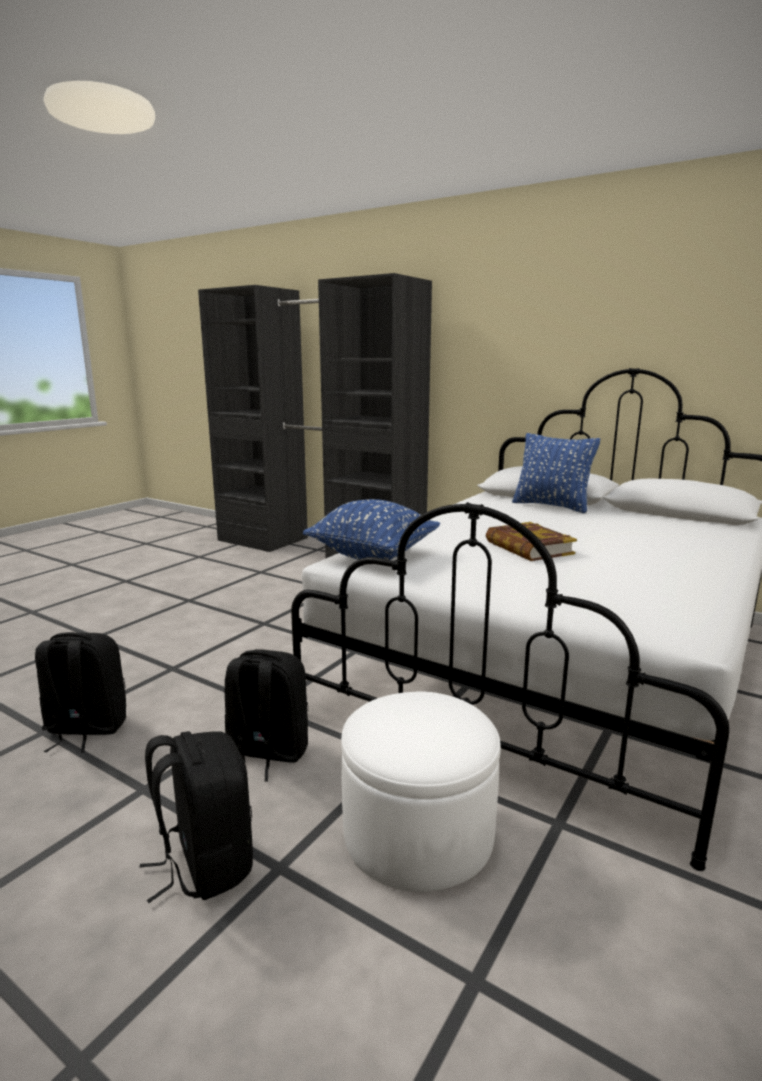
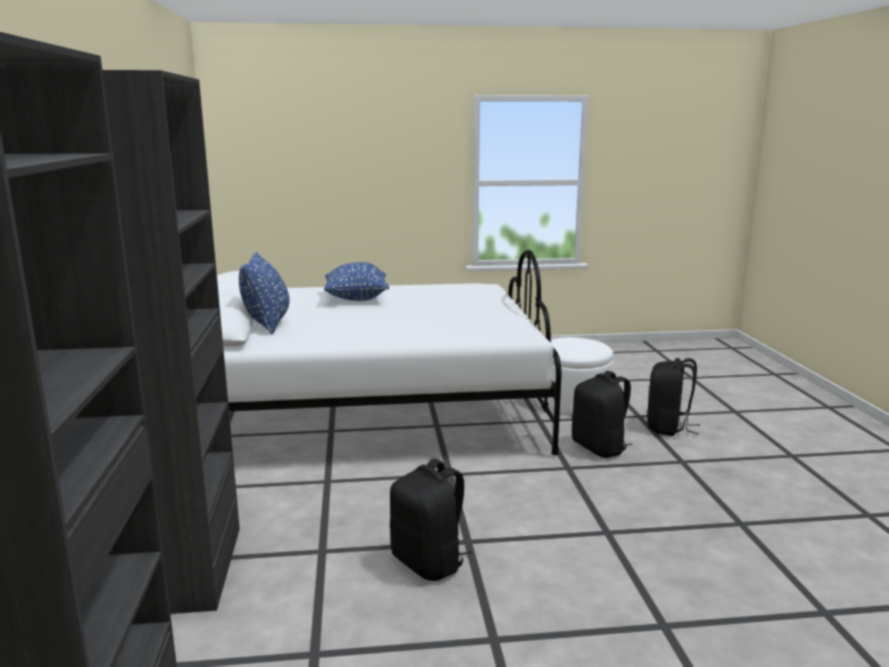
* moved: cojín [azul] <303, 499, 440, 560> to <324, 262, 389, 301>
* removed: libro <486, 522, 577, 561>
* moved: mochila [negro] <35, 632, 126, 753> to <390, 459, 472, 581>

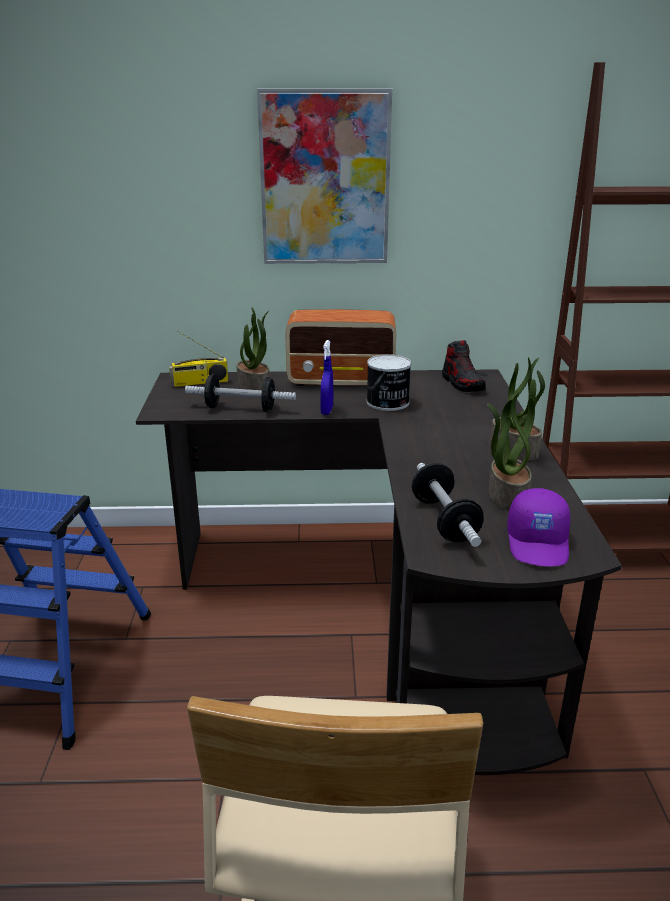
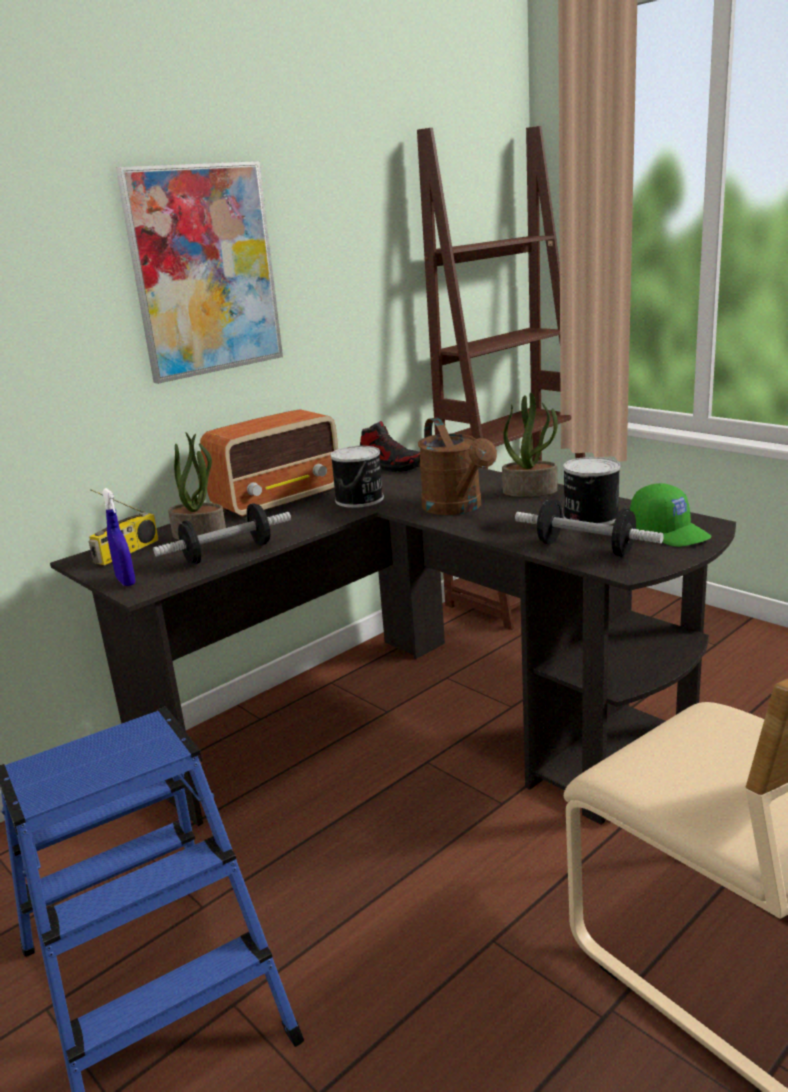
* moved: pulverizador [azul] <320, 340, 333, 415> to <102, 488, 136, 586>
* replaced: planta en maceta <487, 392, 535, 511> to lata <563, 457, 620, 525>
* recoloured: gorra [morado] <507, 488, 570, 566> to gorra [verde] <630, 483, 711, 547>
* added: regadera [marrón] <418, 417, 497, 515>

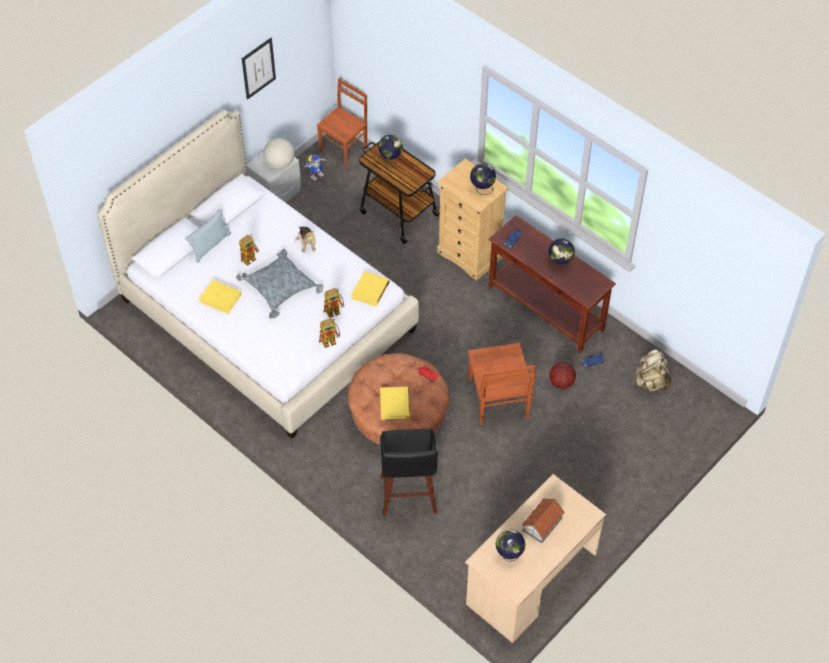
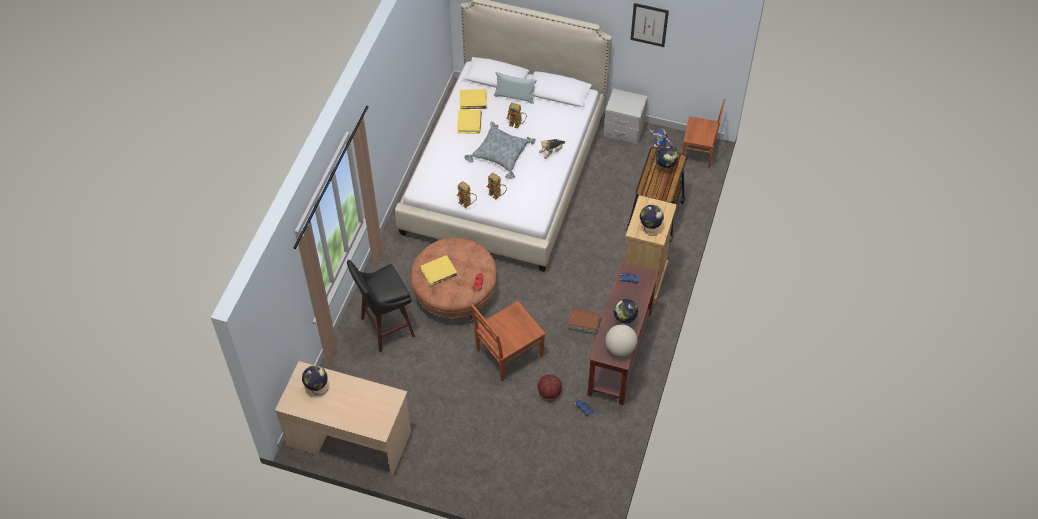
* moved: globo terráqueo <263, 138, 294, 169> to <606, 324, 637, 356>
* moved: libro [amarillo] <351, 271, 390, 306> to <460, 89, 487, 109>
* removed: mochila [beis] <633, 349, 672, 392>
* moved: casita <522, 499, 564, 543> to <568, 308, 601, 335>

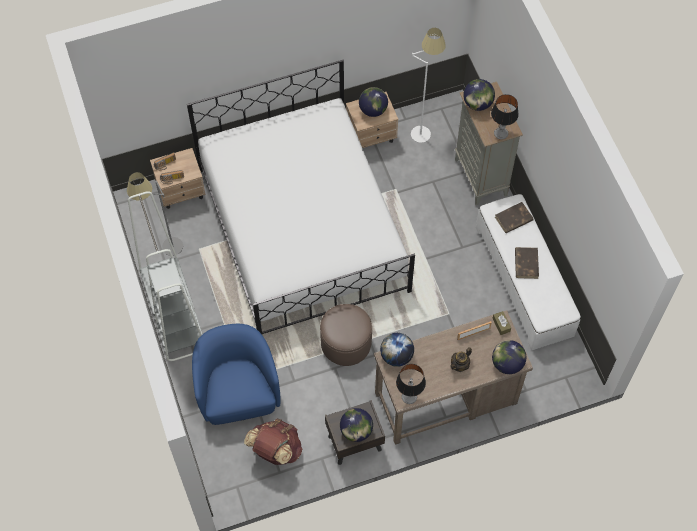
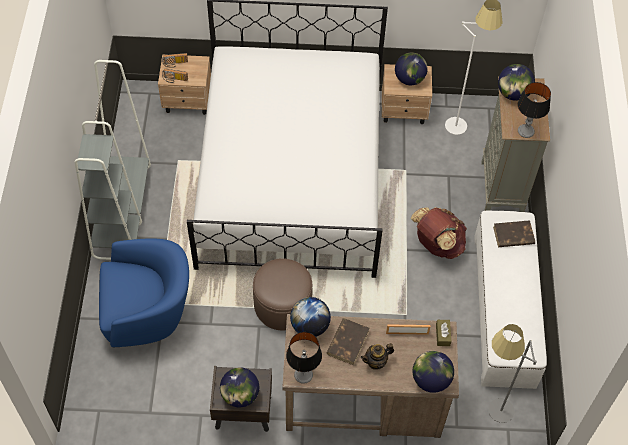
* moved: lámpara de pie [gris] <127, 172, 183, 256> to <488, 324, 537, 423>
* moved: libro [marrón] <515, 247, 539, 279> to <327, 318, 370, 365>
* turned: sillón [azul] <192, 324, 280, 425> = <99, 238, 189, 347> 75 degrees clockwise
* moved: mochila [marrón] <244, 419, 302, 465> to <411, 207, 467, 259>

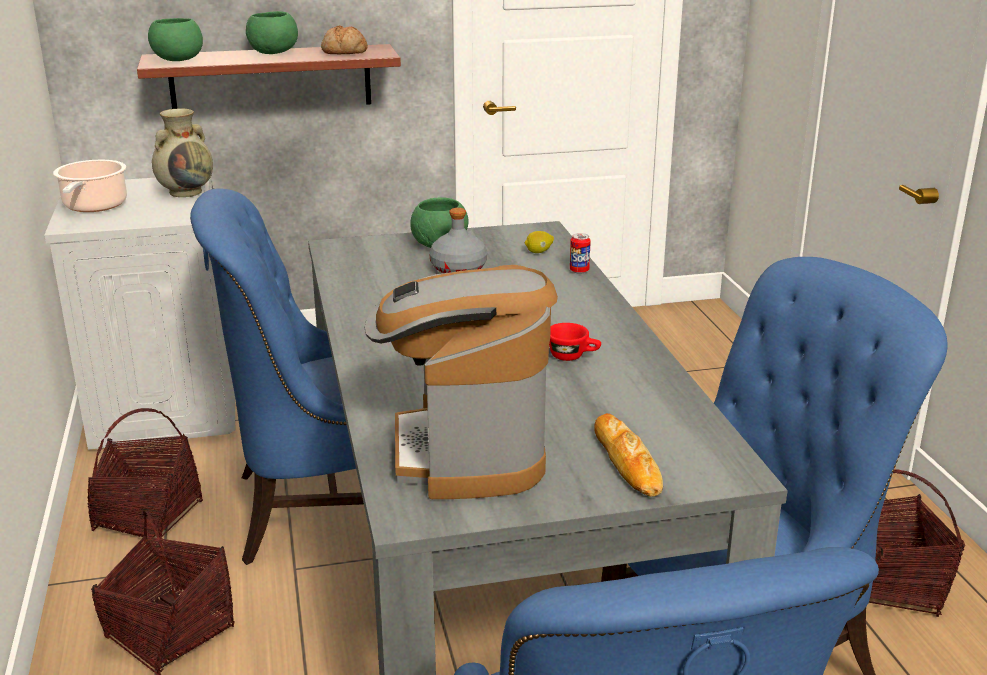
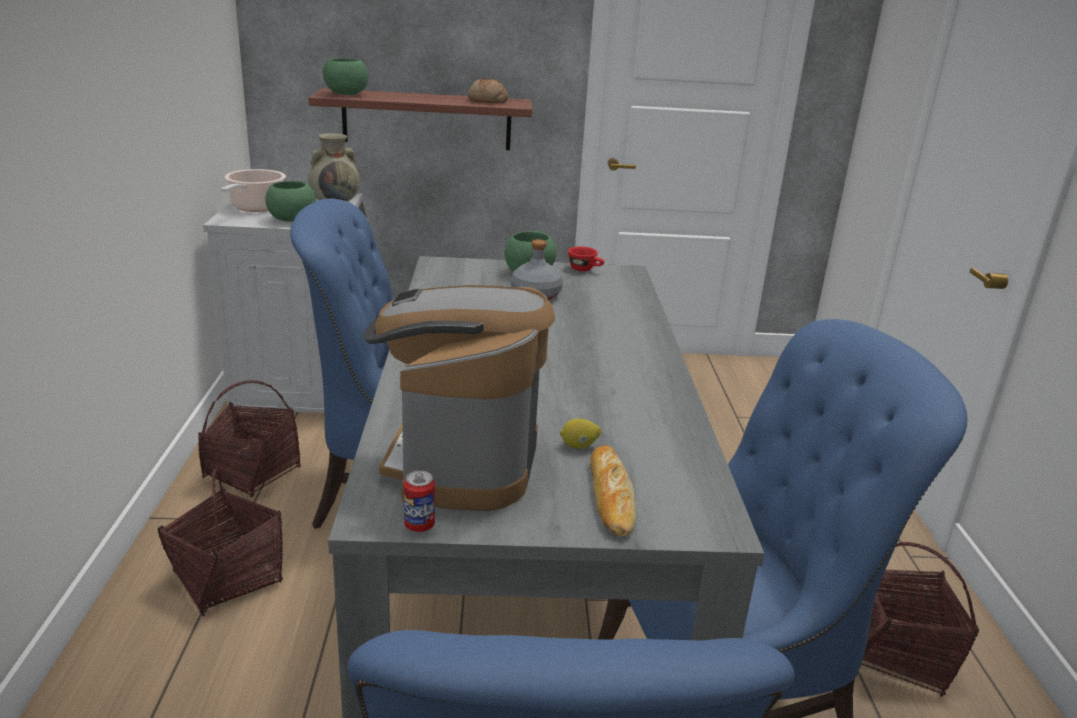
* moved: cuenco [verde] <246, 11, 298, 54> to <265, 181, 316, 222>
* moved: limón <525, 231, 554, 253> to <560, 419, 601, 449>
* moved: lata <570, 233, 591, 274> to <404, 471, 435, 532>
* moved: taza [rojo] <549, 323, 601, 361> to <568, 246, 604, 271>

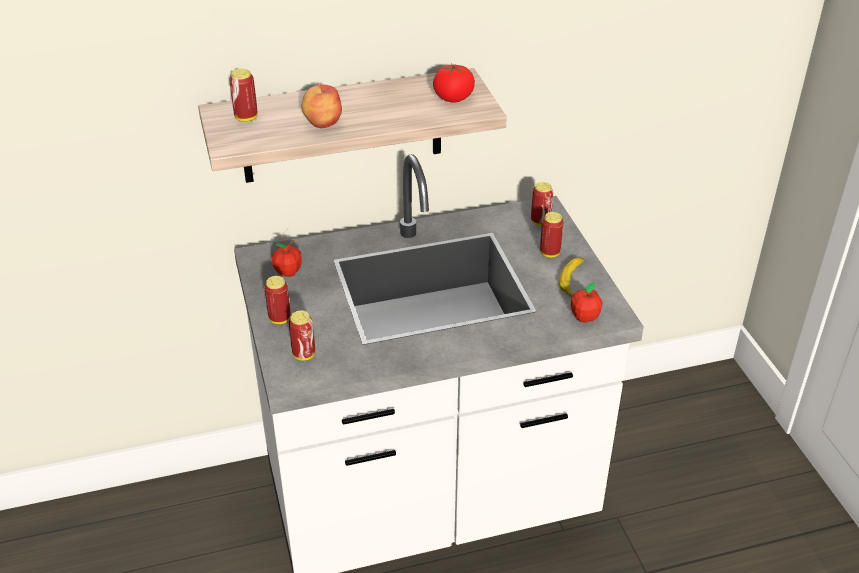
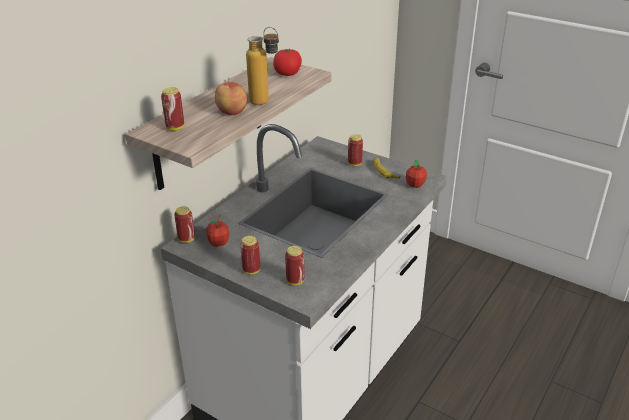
* moved: lata <531, 182, 553, 226> to <174, 206, 195, 243>
* added: botella <246, 27, 279, 105>

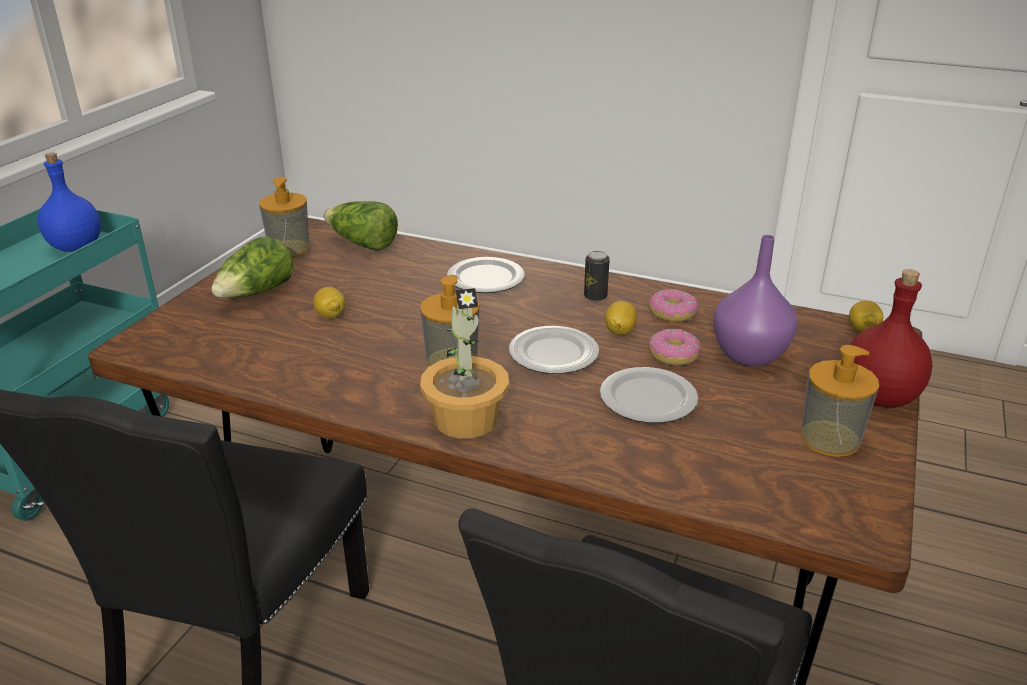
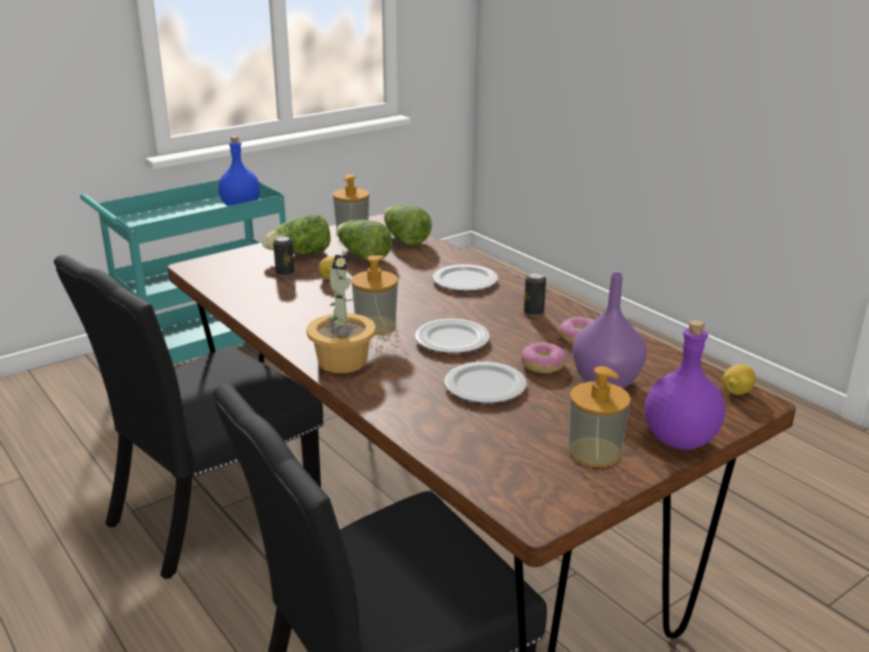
* recoloured: botella [rojo] <850, 269, 932, 407> to botella [morado] <645, 320, 725, 450>
* removed: limón <605, 301, 637, 335>
* added: lechuga <336, 220, 392, 262>
* added: lata <273, 236, 294, 276>

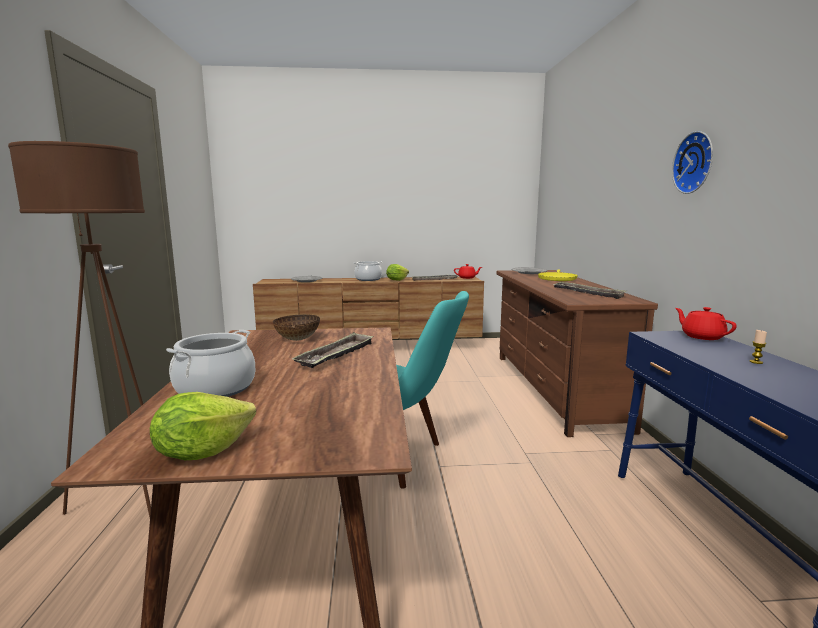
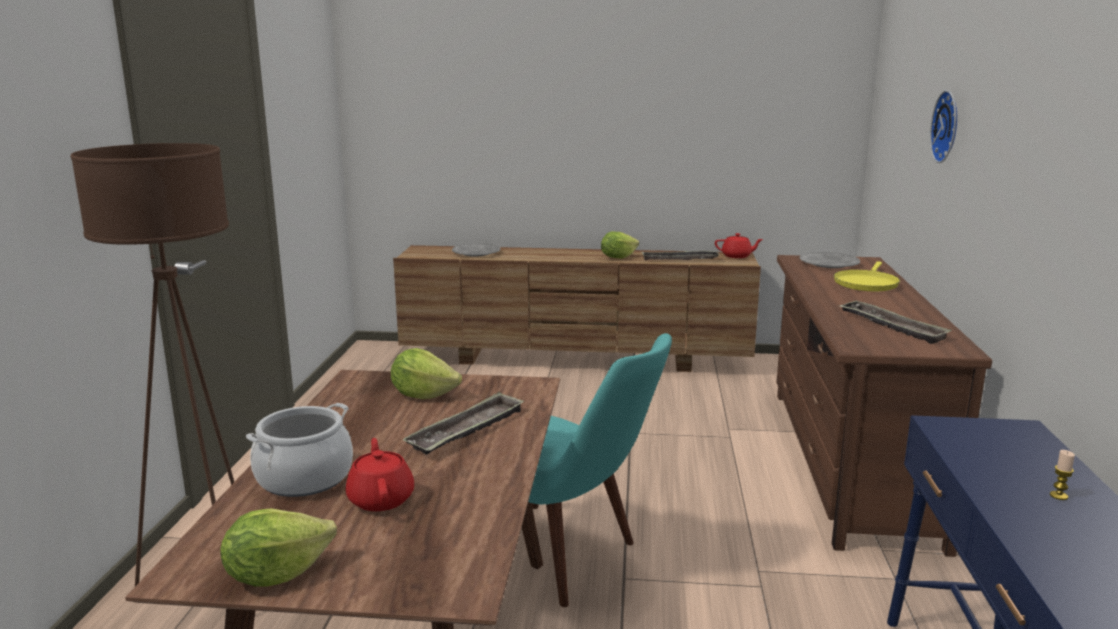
* moved: reloj de pared <672, 131, 713, 194> to <930, 90, 957, 163>
* removed: olla <353, 261, 383, 281>
* moved: tetera [rojo] <675, 307, 737, 340> to <345, 438, 414, 511>
* replaced: cuenco <272, 314, 320, 341> to lechuga <391, 348, 462, 399>

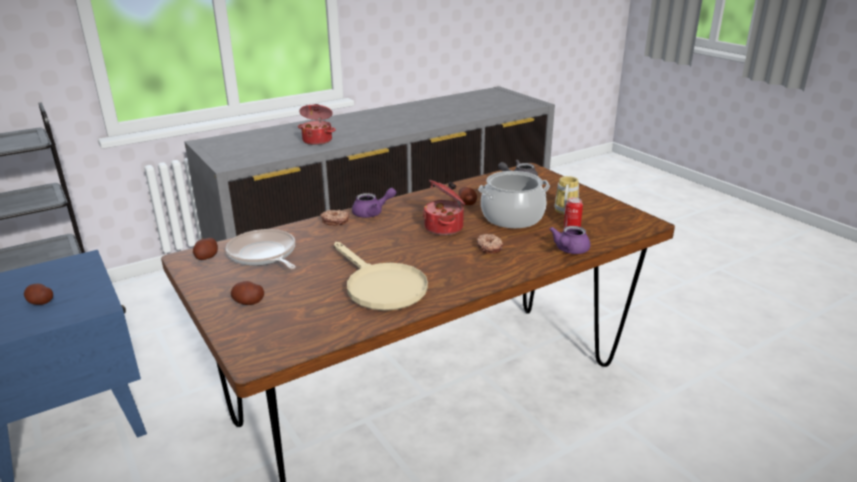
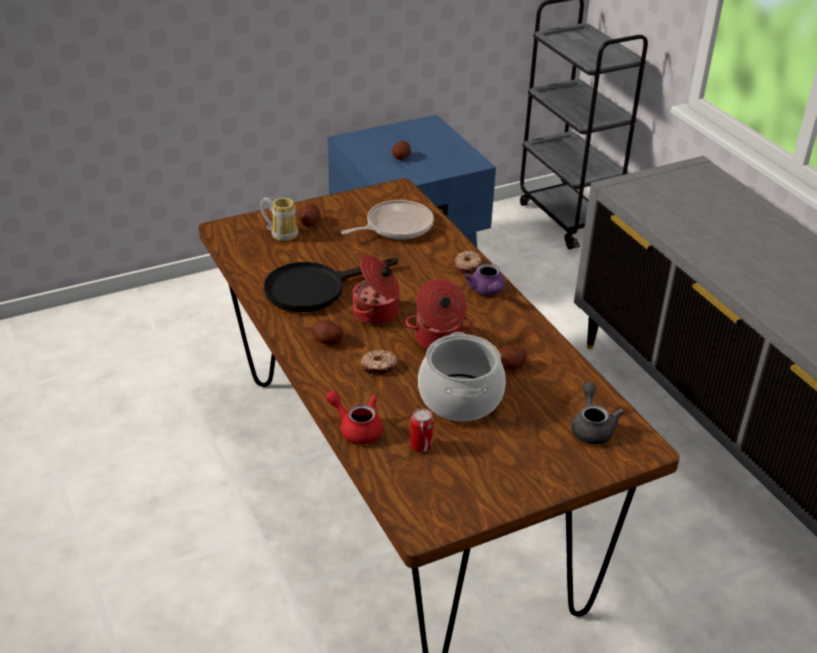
* moved: olla <298, 104, 336, 145> to <352, 255, 399, 325>
* moved: taza grande <554, 176, 579, 215> to <260, 198, 298, 241>
* recoloured: tetera [morado] <549, 226, 591, 254> to tetera [rojo] <326, 391, 383, 444>
* moved: patata <193, 238, 218, 260> to <312, 320, 344, 345>
* recoloured: sartén [beis] <334, 242, 428, 311> to sartén [negro] <264, 258, 398, 312>

